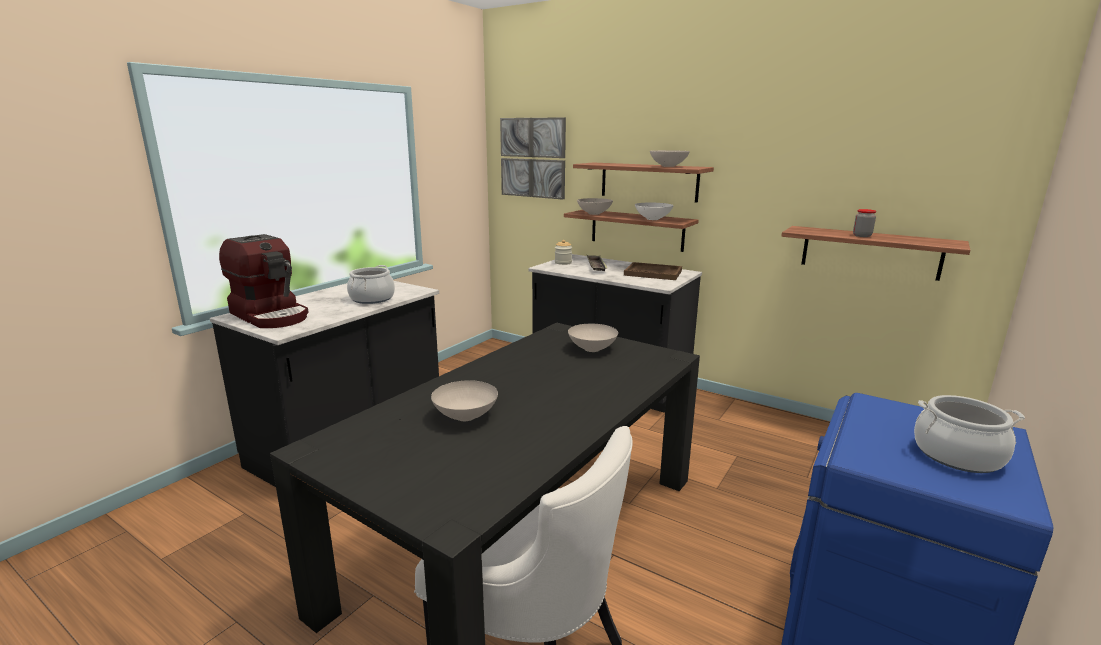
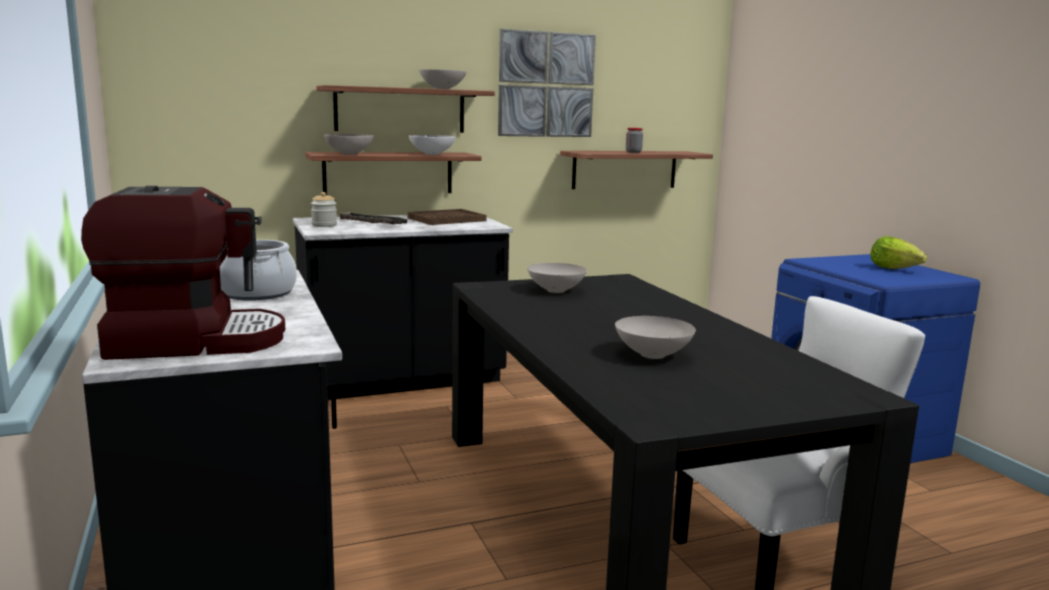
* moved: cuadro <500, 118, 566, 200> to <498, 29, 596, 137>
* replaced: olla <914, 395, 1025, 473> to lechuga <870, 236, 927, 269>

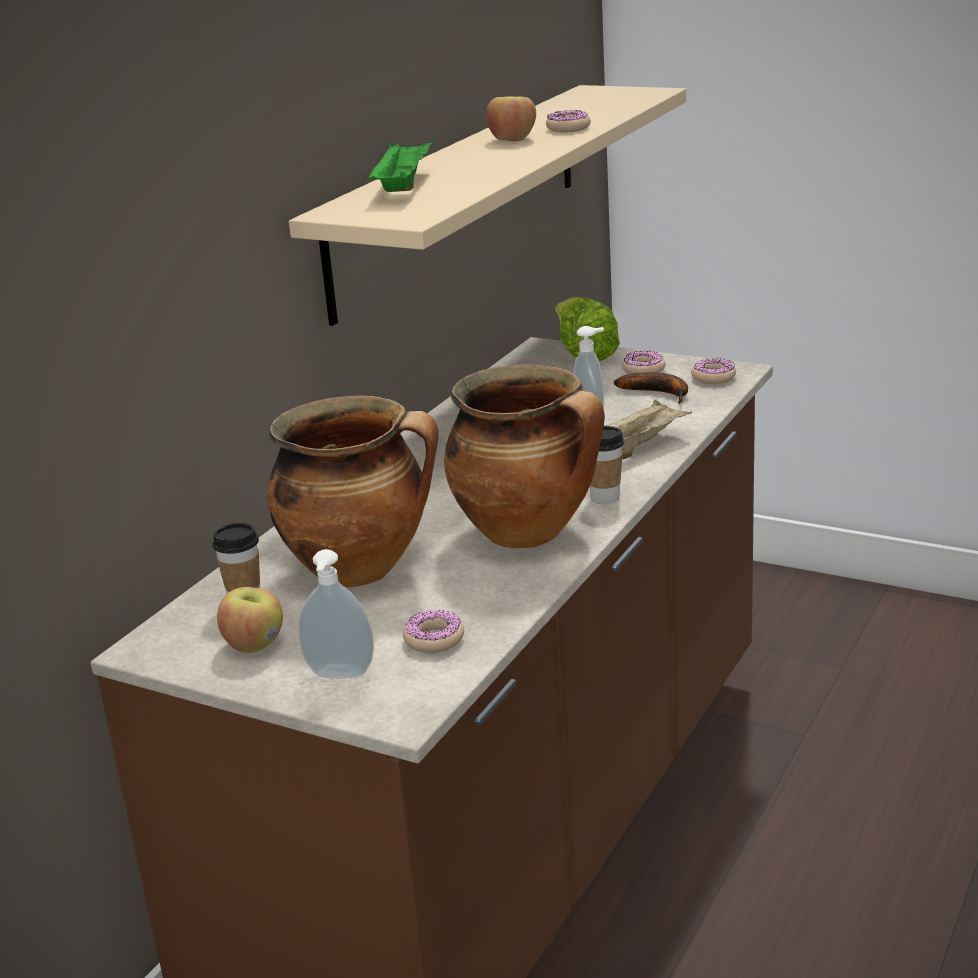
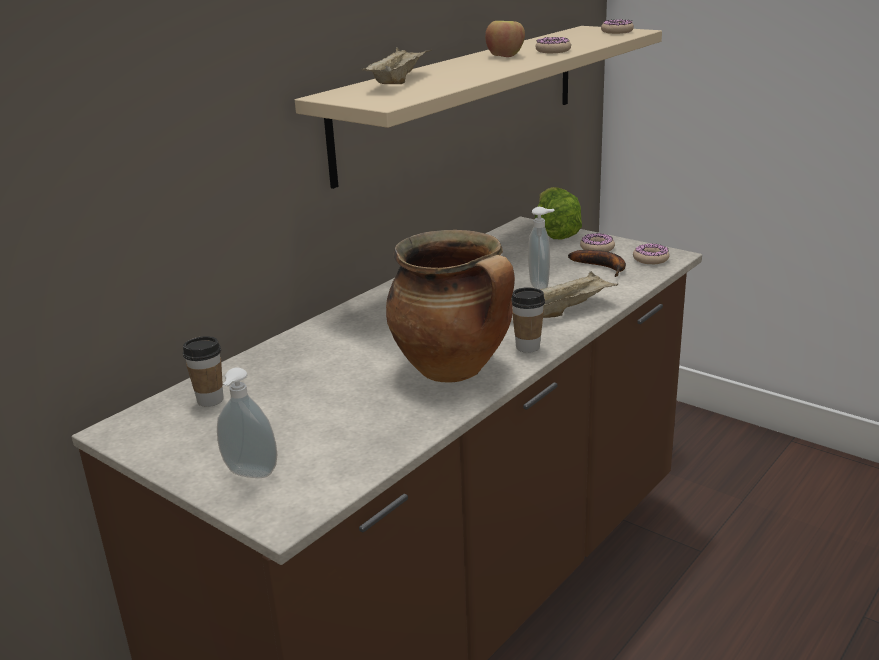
* recoloured: bandeja [verde] <368, 140, 434, 192> to bandeja [beis] <362, 47, 432, 84>
* removed: olla <267, 396, 438, 587>
* removed: manzana <217, 587, 283, 653>
* moved: rosquilla <403, 610, 464, 653> to <601, 19, 634, 34>

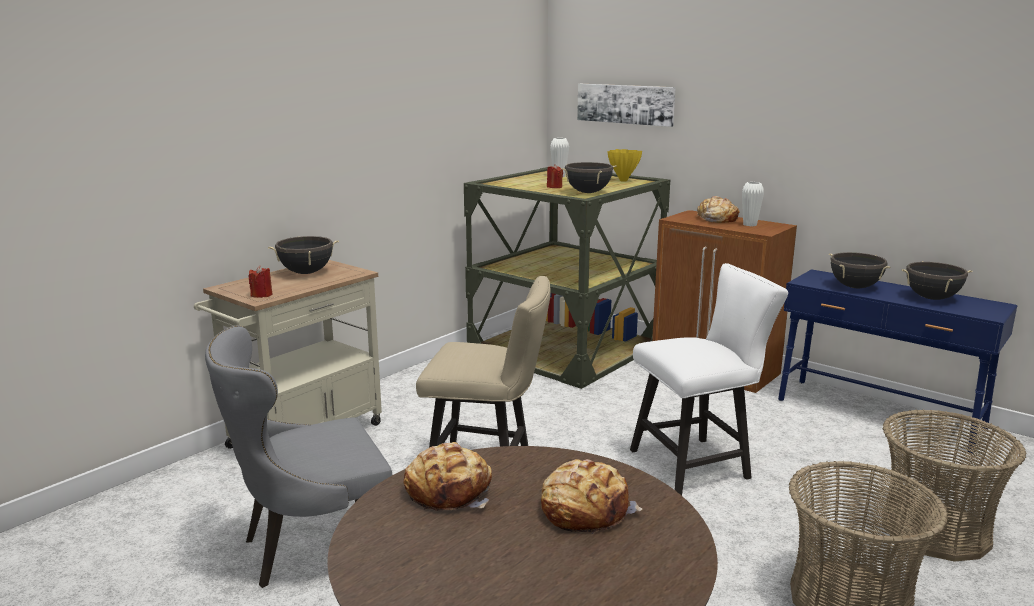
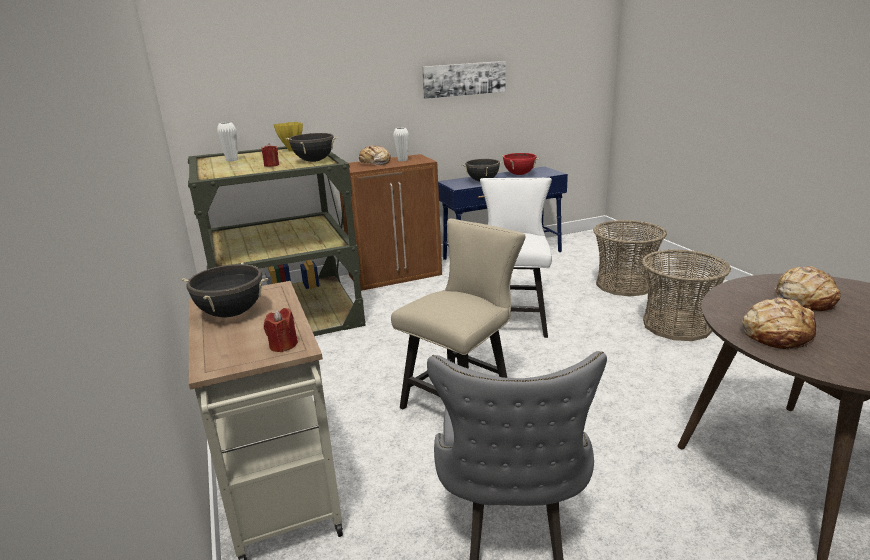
* moved: cuadro <577, 84, 676, 127> to <422, 61, 506, 99>
* recoloured: olla [negro] <902, 261, 972, 300> to olla [rojo] <501, 153, 539, 175>

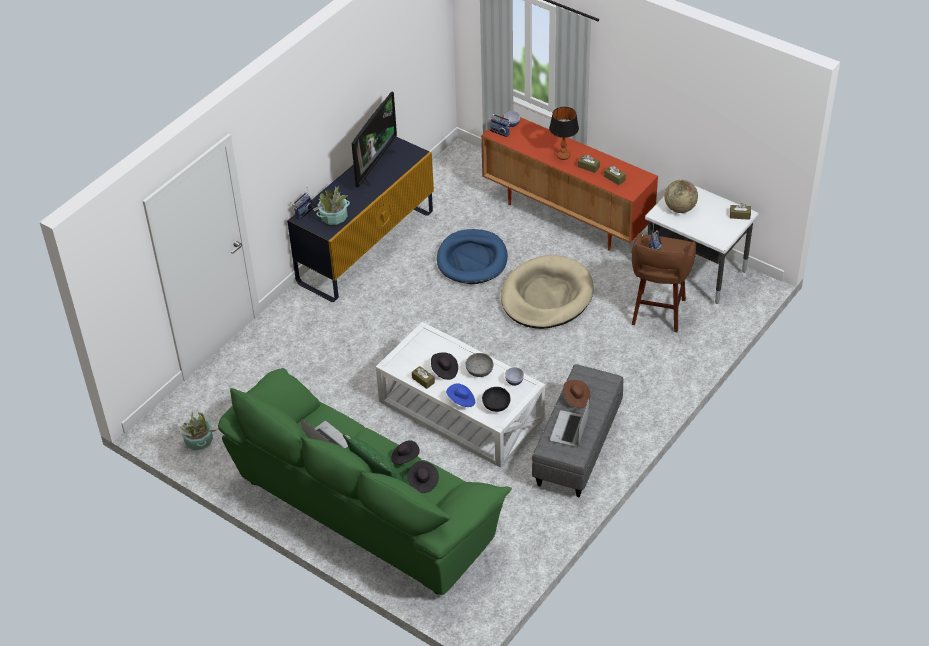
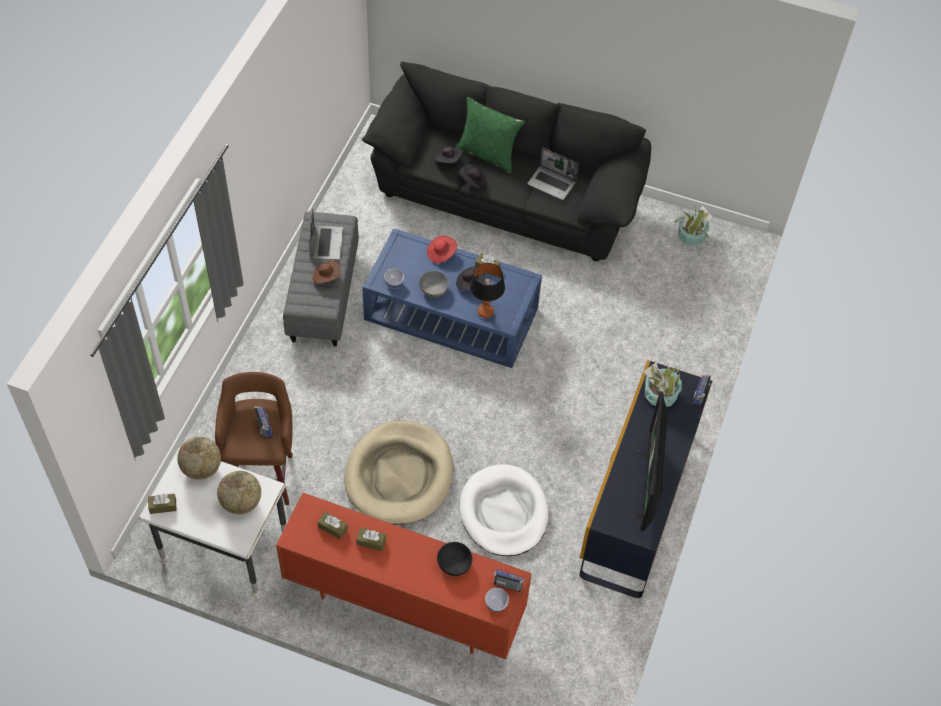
* moved: lámpara de mesa <549, 107, 579, 160> to <470, 263, 505, 318>
* recoloured: cama para perro [azul] <437, 229, 508, 284> to cama para perro [blanco] <460, 464, 548, 557>
* recoloured: mesa de centro [blanco] <376, 322, 545, 468> to mesa de centro [azul] <362, 228, 542, 368>
* recoloured: sofá [verde] <218, 368, 512, 595> to sofá [negro] <361, 62, 651, 261>
* recoloured: sombrero [azul] <446, 383, 475, 407> to sombrero [rojo] <427, 236, 457, 263>
* moved: cuenco [negro] <482, 387, 510, 412> to <437, 542, 472, 576>
* added: globo terráqueo <177, 437, 221, 480>

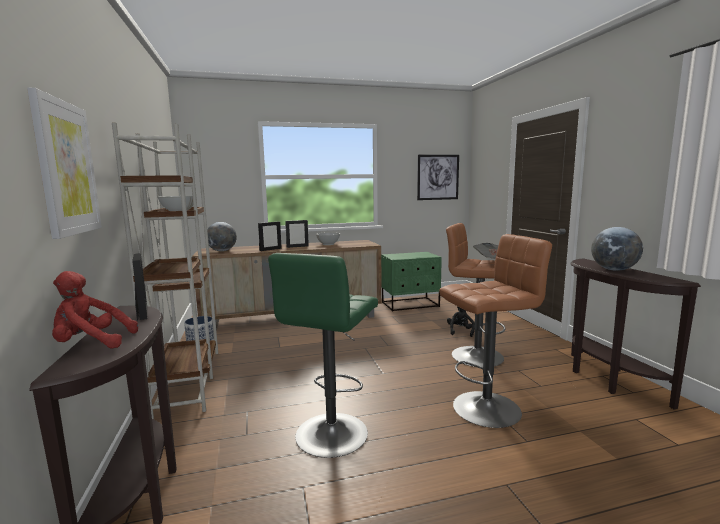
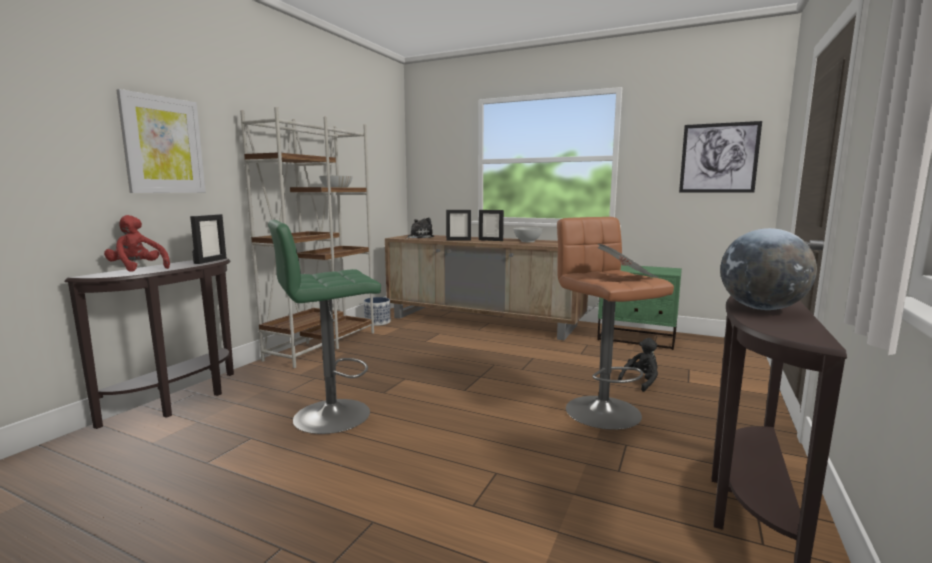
* replaced: globo terráqueo <207, 222, 237, 251> to peluche <406, 218, 435, 239>
* removed: taburete [marrón] <439, 234, 552, 428>

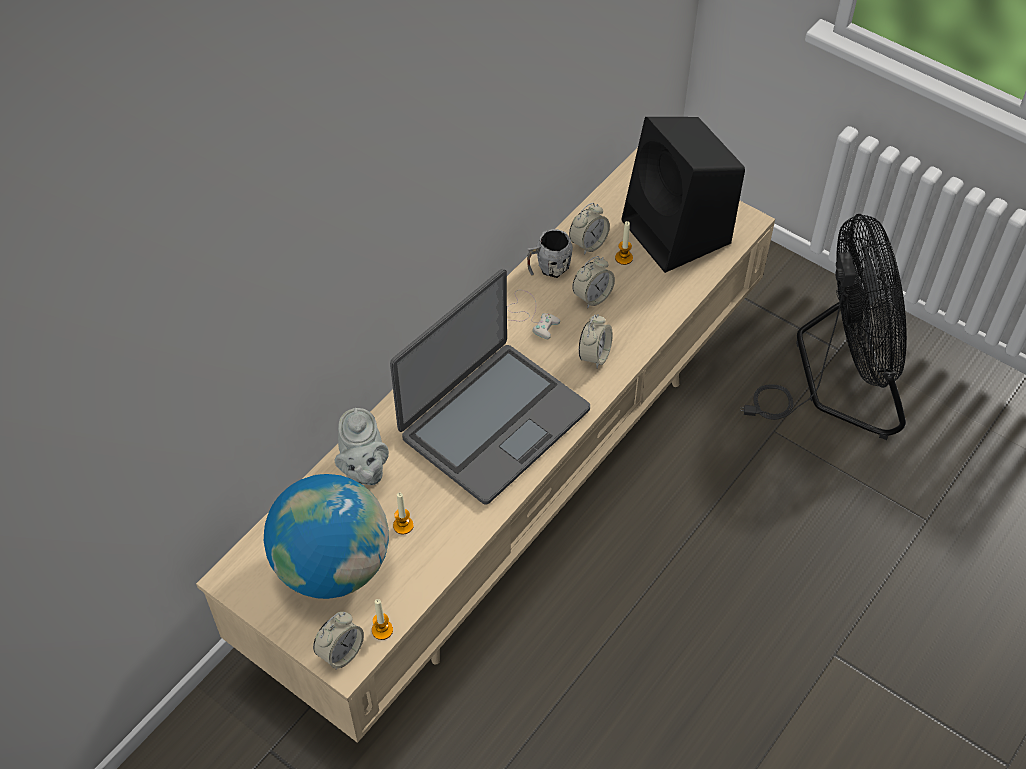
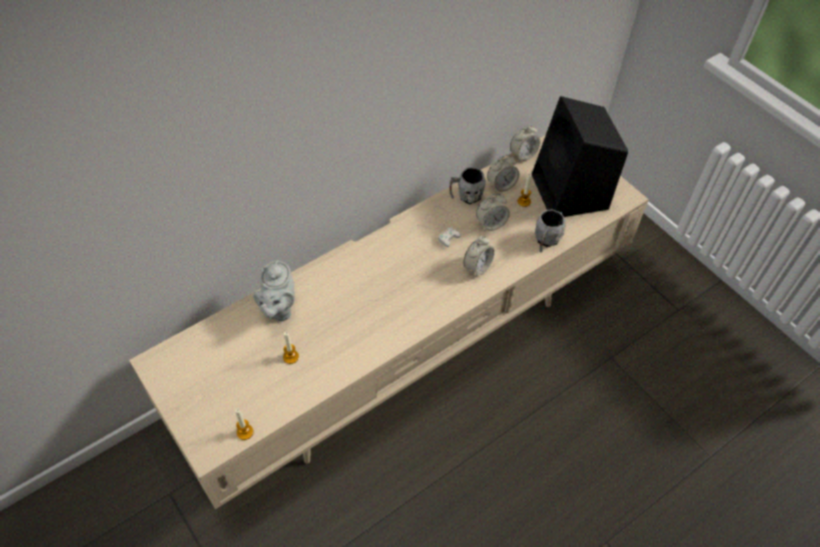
* removed: ventilador [negro] <740, 214, 907, 440>
* removed: portátil <390, 269, 590, 504>
* removed: globo terráqueo <264, 474, 389, 599>
* moved: despertador <313, 612, 364, 669> to <510, 124, 541, 162>
* added: taza grande [gris] <534, 209, 566, 253>

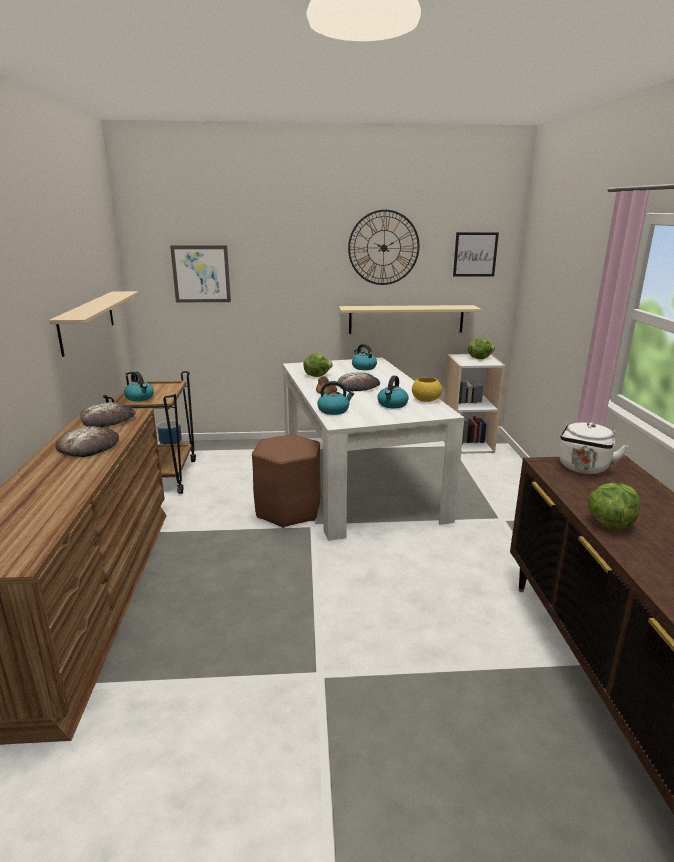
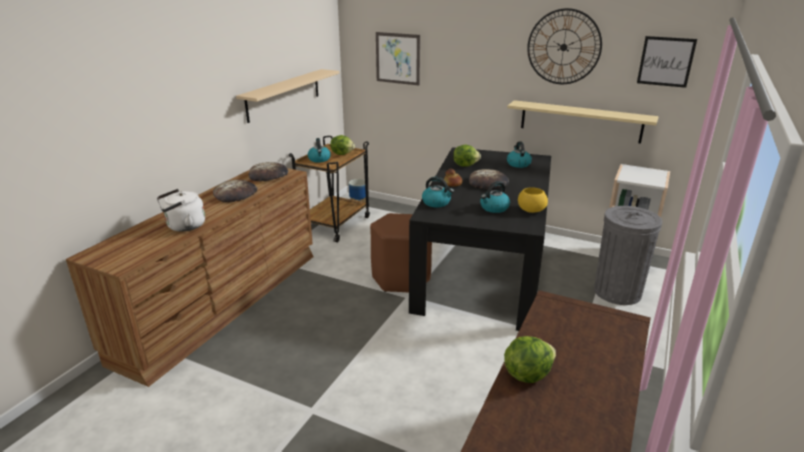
* moved: lechuga <468, 338, 495, 359> to <330, 135, 355, 155>
* recoloured: mesa de comedor [blanco] <283, 357, 464, 541> to mesa de comedor [negro] <409, 147, 551, 331>
* moved: hervidor [blanco] <559, 422, 628, 474> to <157, 189, 205, 232>
* added: papelera [gris] <594, 206, 662, 305>

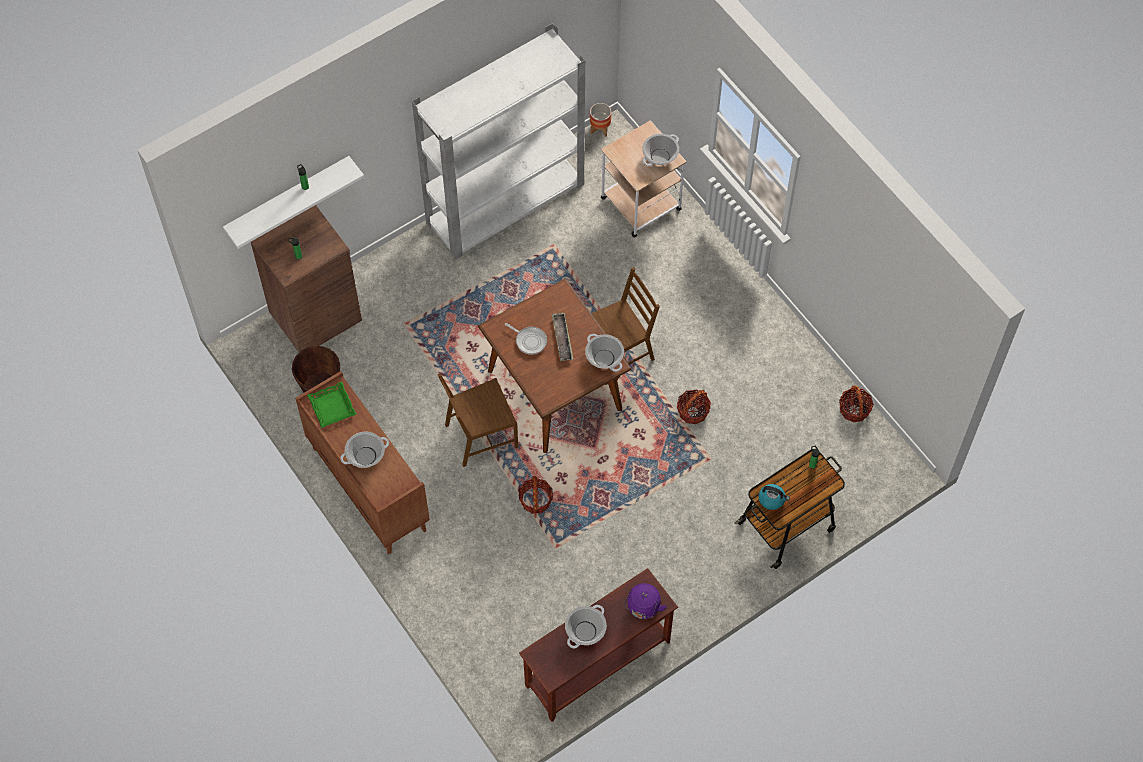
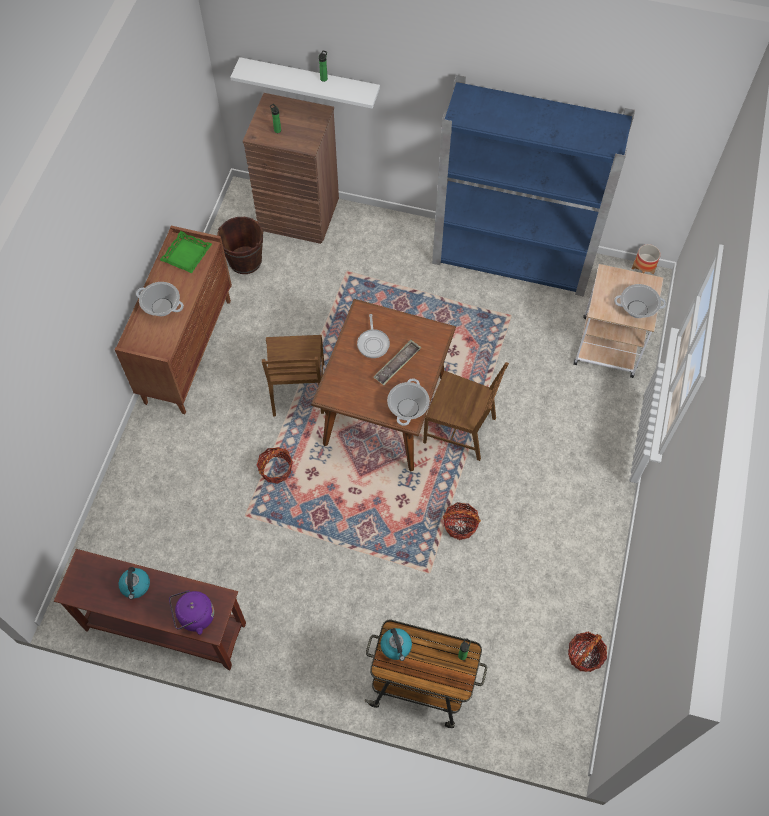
* recoloured: estantería [blanco] <412, 23, 585, 260> to estantería [azul] <432, 75, 635, 297>
* turned: silla [marrón] <437, 374, 518, 467> = <262, 335, 324, 416> 120 degrees counterclockwise
* replaced: olla <565, 605, 607, 648> to hervidor <118, 567, 150, 600>

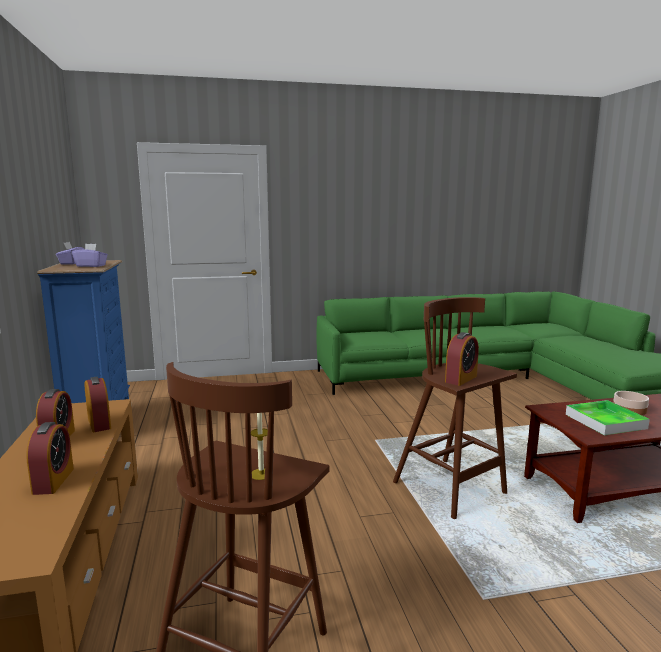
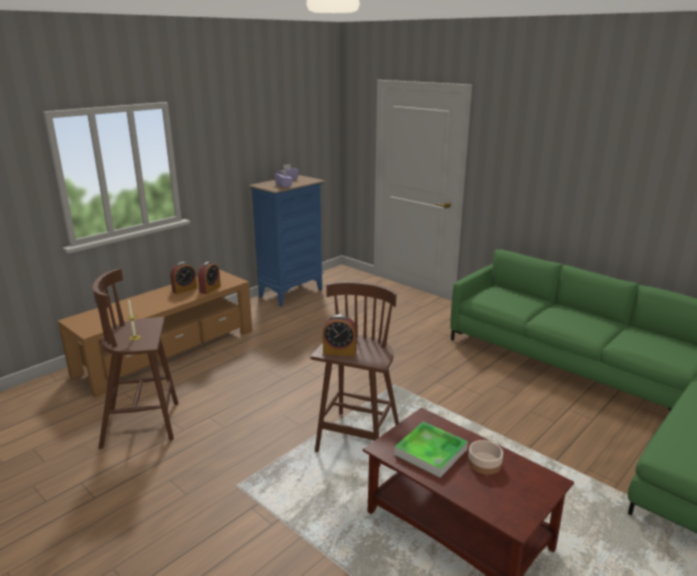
* removed: despertador <26, 422, 74, 495>

